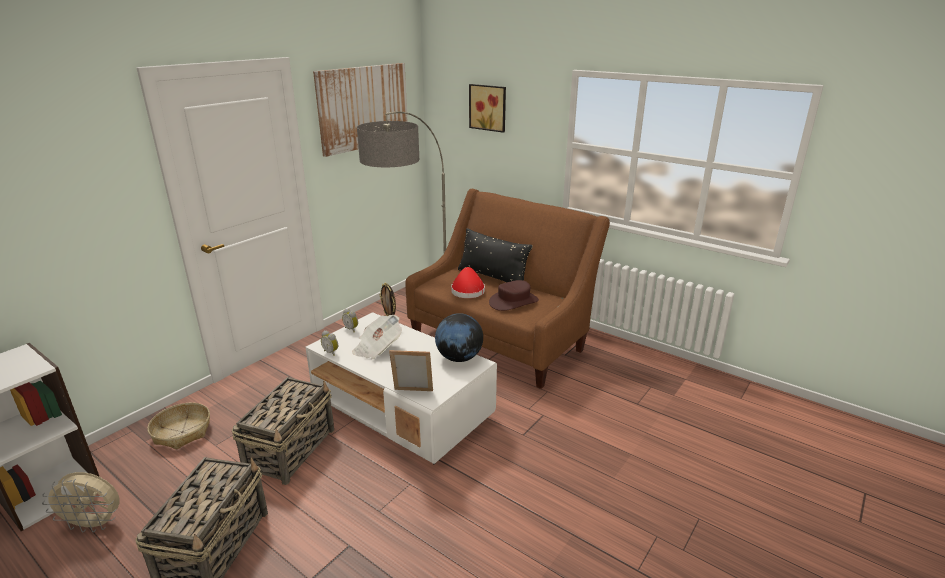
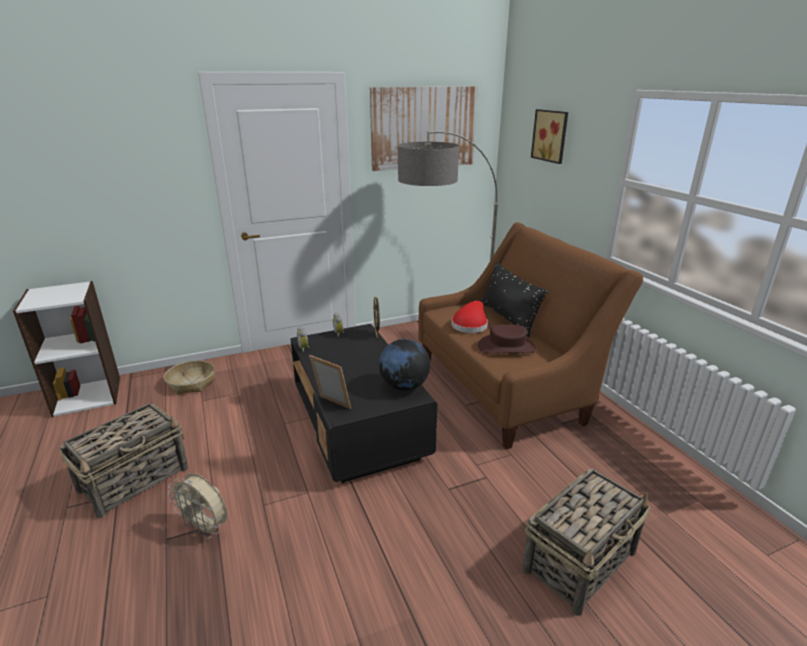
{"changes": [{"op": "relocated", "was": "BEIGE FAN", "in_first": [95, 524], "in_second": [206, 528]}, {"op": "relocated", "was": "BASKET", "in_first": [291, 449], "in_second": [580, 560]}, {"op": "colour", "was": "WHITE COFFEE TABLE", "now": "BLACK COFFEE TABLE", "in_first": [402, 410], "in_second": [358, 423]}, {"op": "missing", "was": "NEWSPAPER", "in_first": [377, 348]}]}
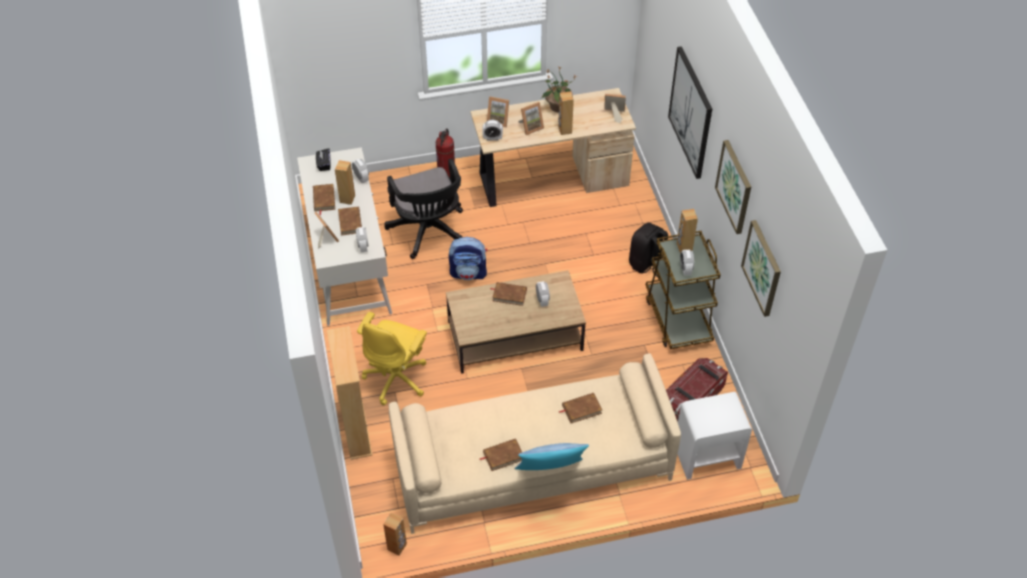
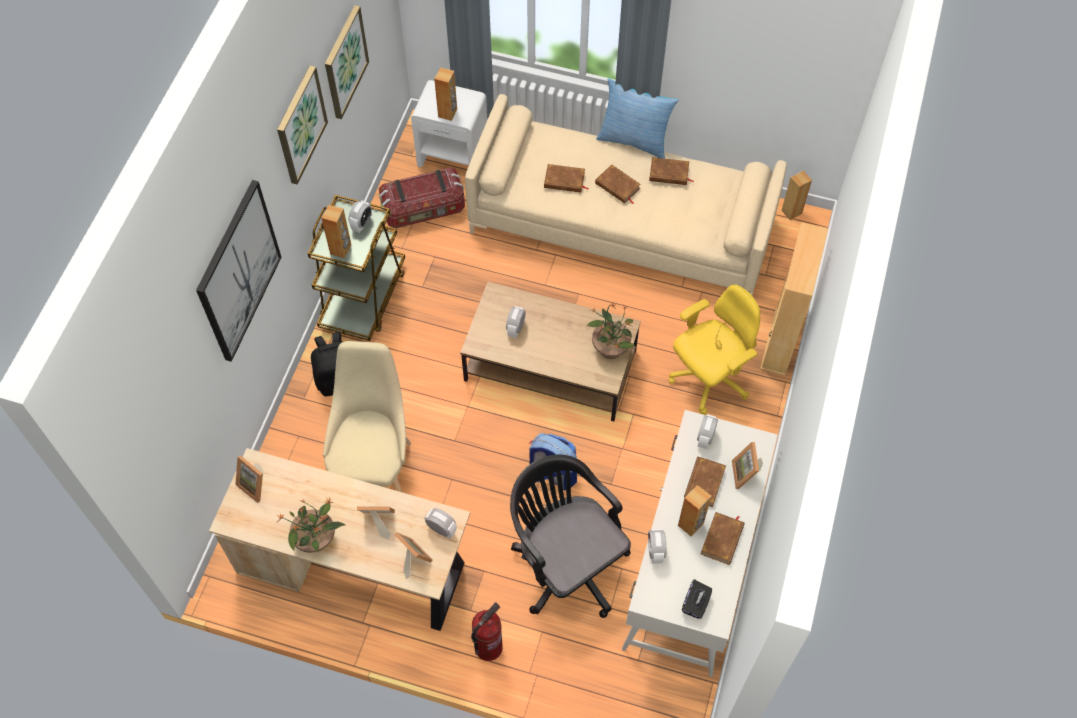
{"changes": [{"op": "spun", "was": "BLACK OFFICE CHAIR", "in_first": [428, 232], "in_second": [566, 562], "clockwise": -45}, {"op": "relocated", "was": "BROWN BOOK", "in_first": [509, 295], "in_second": [617, 186]}, {"op": "relocated", "was": "BROWN SPEAKER", "in_first": [564, 130], "in_second": [448, 113]}, {"op": "appeared", "now": "BEIGE CHAIR", "in_second": [374, 466]}, {"op": "appeared", "now": "POTTED PLANT", "in_second": [610, 348]}]}
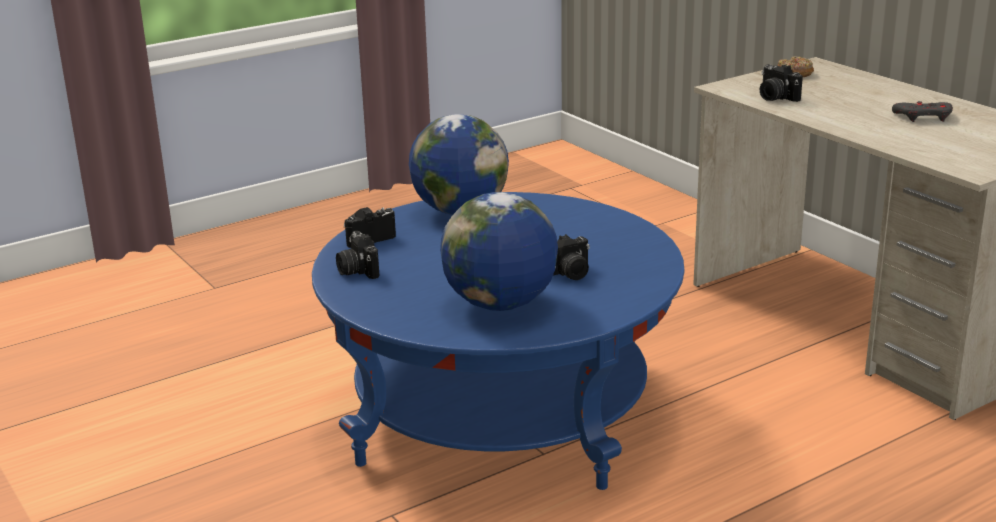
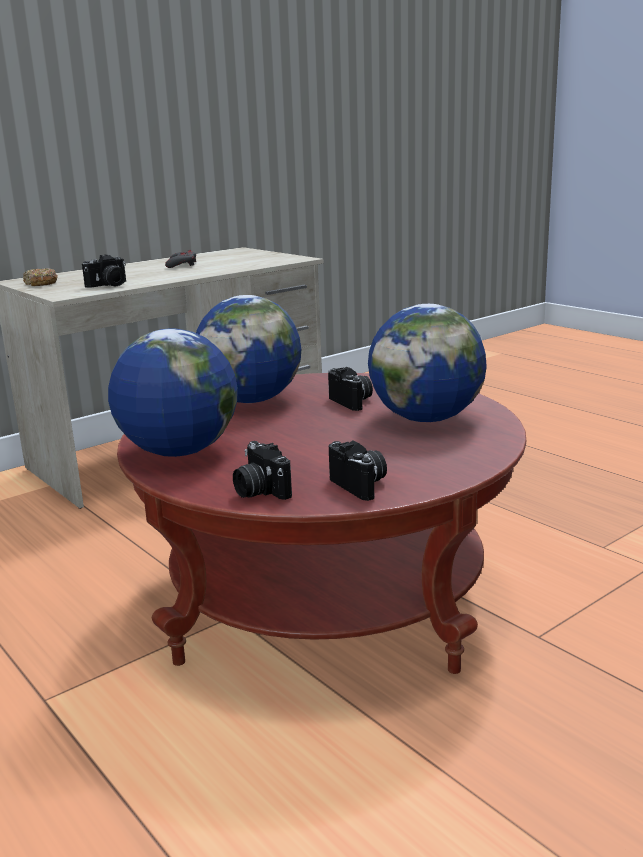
{"changes": [{"op": "colour", "was": "BLUE COFFEE TABLE", "now": "RED COFFEE TABLE", "in_first": [501, 410], "in_second": [328, 593]}, {"op": "spun", "was": "PHOTO CAMERA", "in_first": [357, 270], "in_second": [361, 485], "clockwise": -90}, {"op": "appeared", "now": "GLOBE", "in_second": [251, 400]}]}
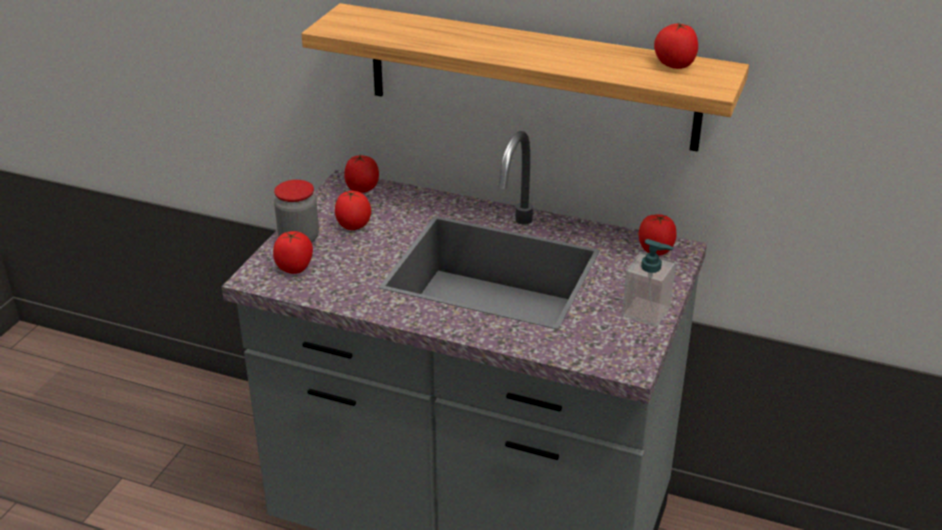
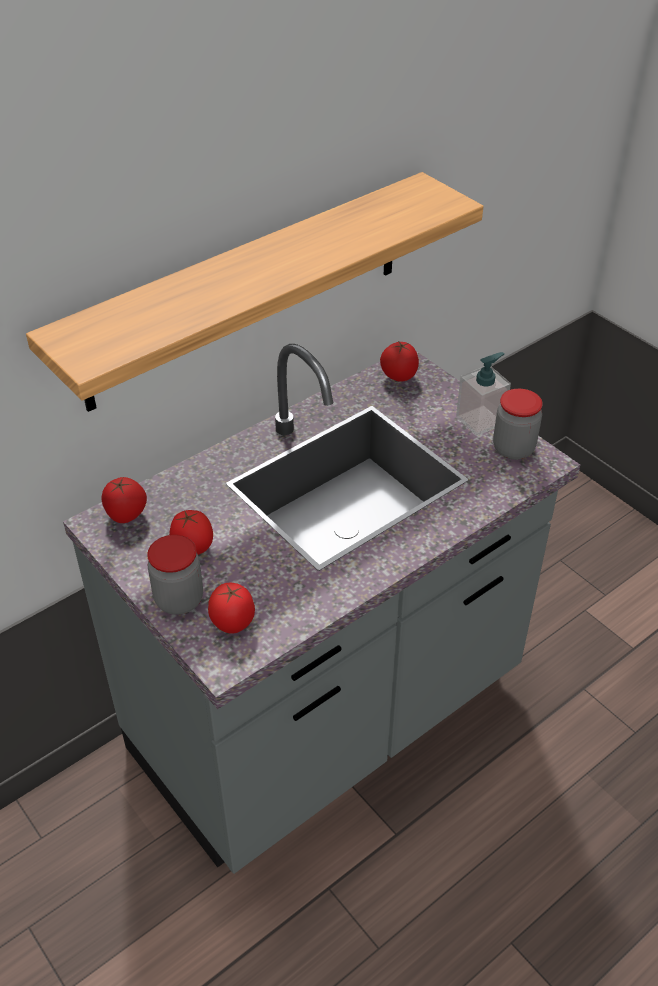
{"changes": [{"op": "missing", "was": "TOMATO", "in_first": [674, 66]}, {"op": "appeared", "now": "JAR", "in_second": [513, 449]}]}
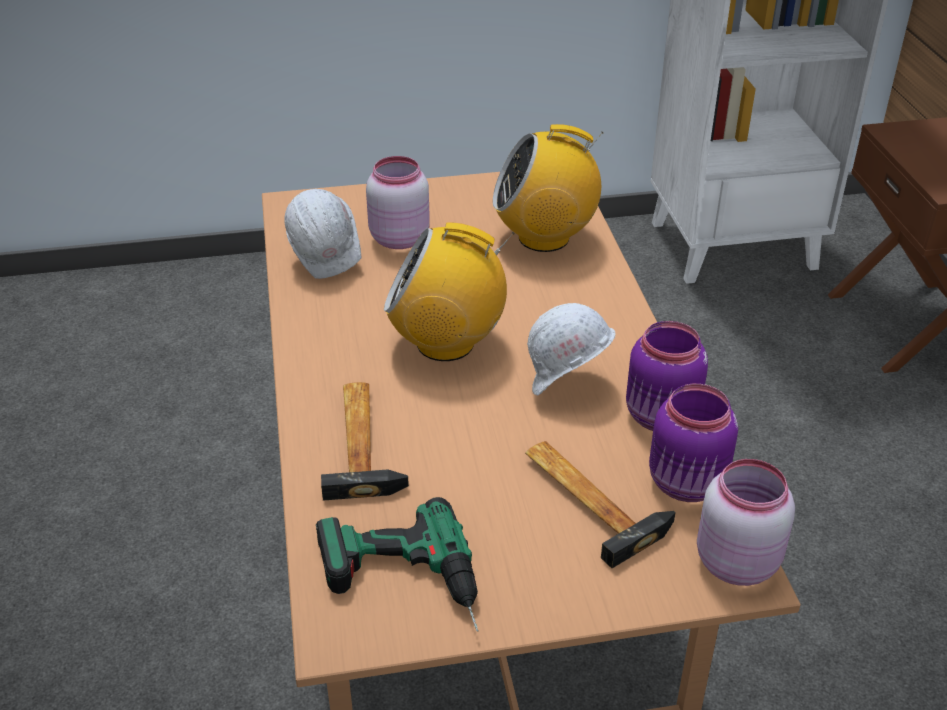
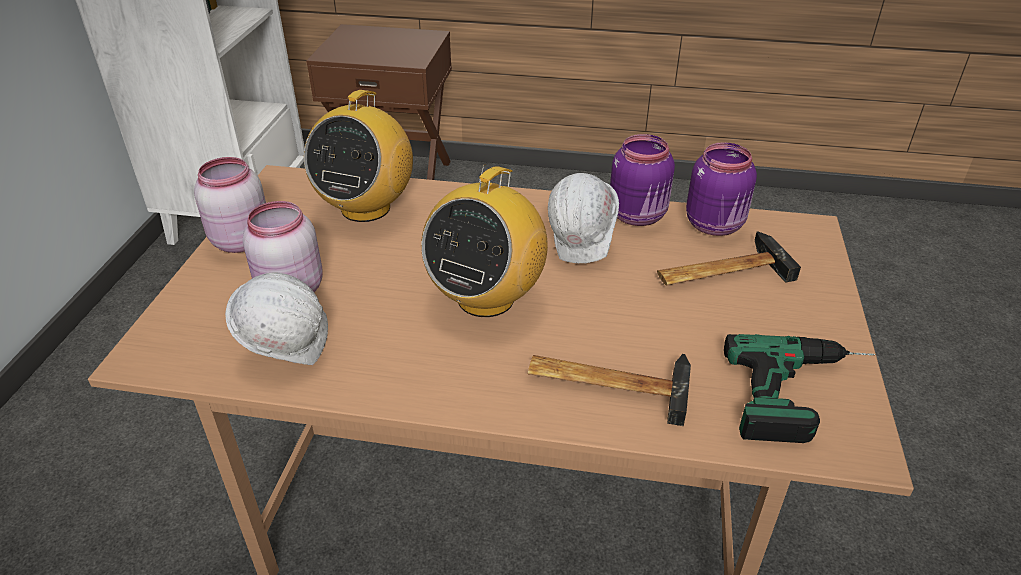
{"changes": [{"op": "relocated", "was": "PINK JAR", "in_first": [735, 560], "in_second": [239, 241]}]}
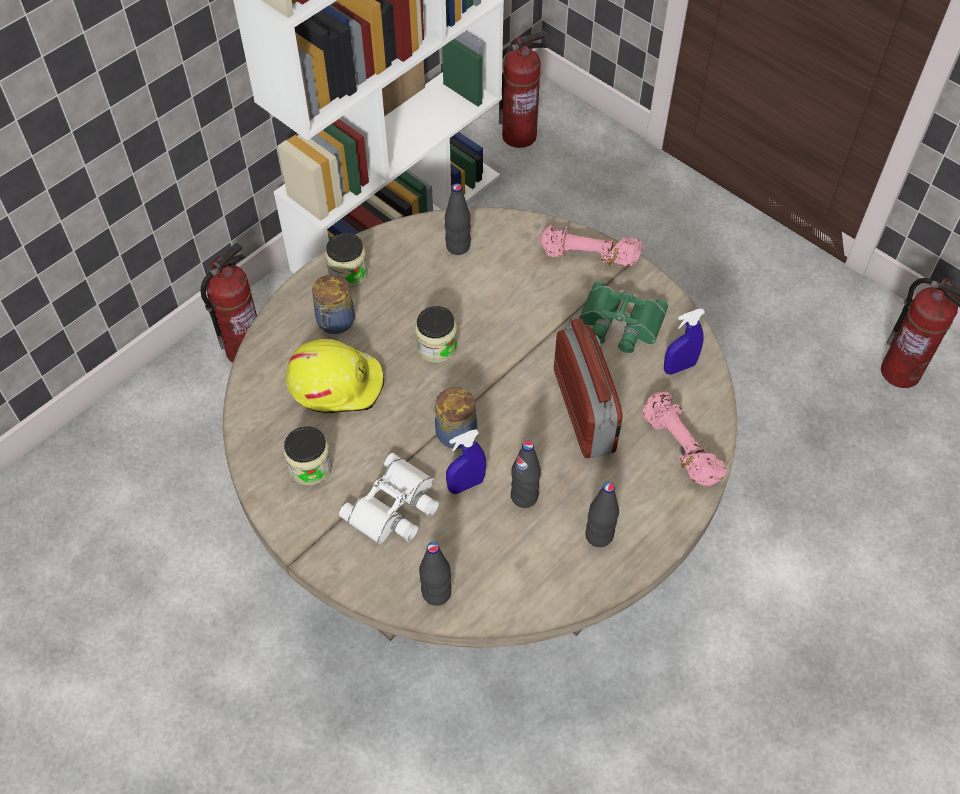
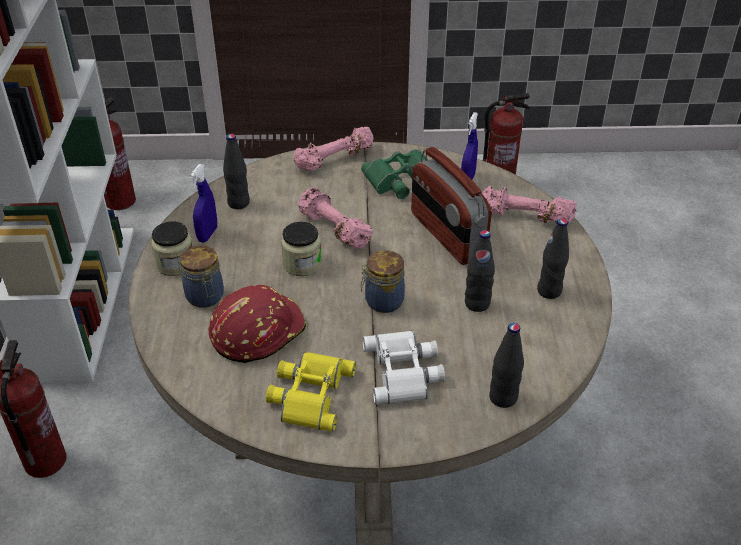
{"changes": [{"op": "exchanged", "was": "JAR", "now": "YELLOW BINOCULARS", "in_first": [310, 467], "in_second": [309, 394]}, {"op": "colour", "was": "YELLOW HARD HAT", "now": "RED HARD HAT", "in_first": [336, 382], "in_second": [256, 331]}, {"op": "relocated", "was": "BLUE SPRAY BOTTLE", "in_first": [466, 485], "in_second": [207, 234]}, {"op": "spun", "was": "RADIO", "in_first": [585, 411], "in_second": [446, 235], "clockwise": -150}, {"op": "appeared", "now": "PINK DUMBBELL", "in_second": [333, 230]}]}
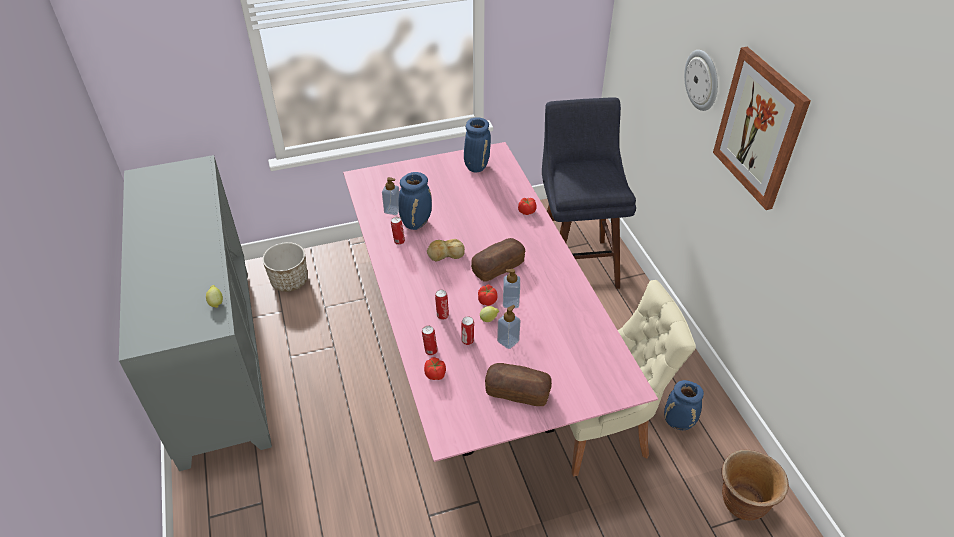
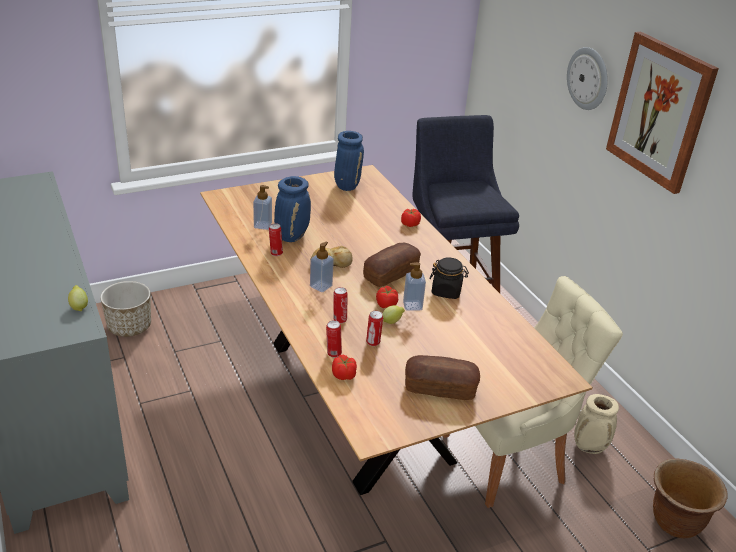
{"changes": [{"op": "colour", "was": "PINK DINING TABLE", "now": "BROWN DINING TABLE", "in_first": [476, 363], "in_second": [358, 400]}, {"op": "relocated", "was": "SOAP DISPENSER", "in_first": [508, 341], "in_second": [321, 286]}, {"op": "colour", "was": "BLUE VASE", "now": "BEIGE VASE", "in_first": [679, 422], "in_second": [590, 447]}, {"op": "appeared", "now": "BLACK JAR", "in_second": [446, 291]}]}
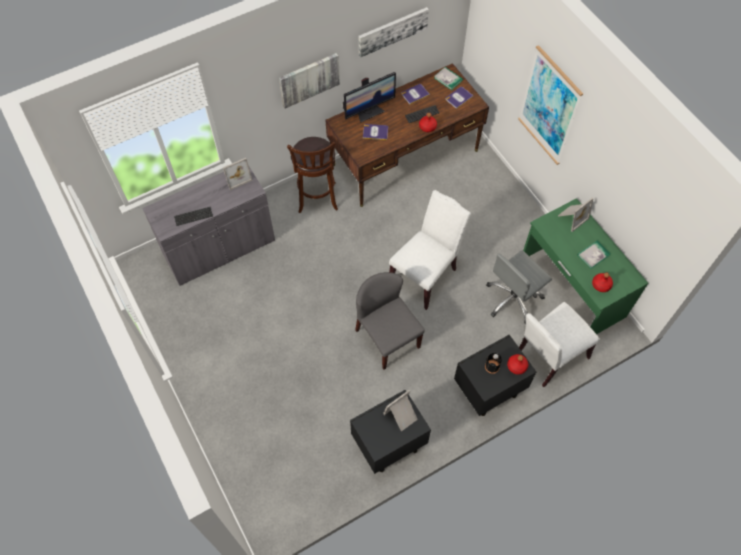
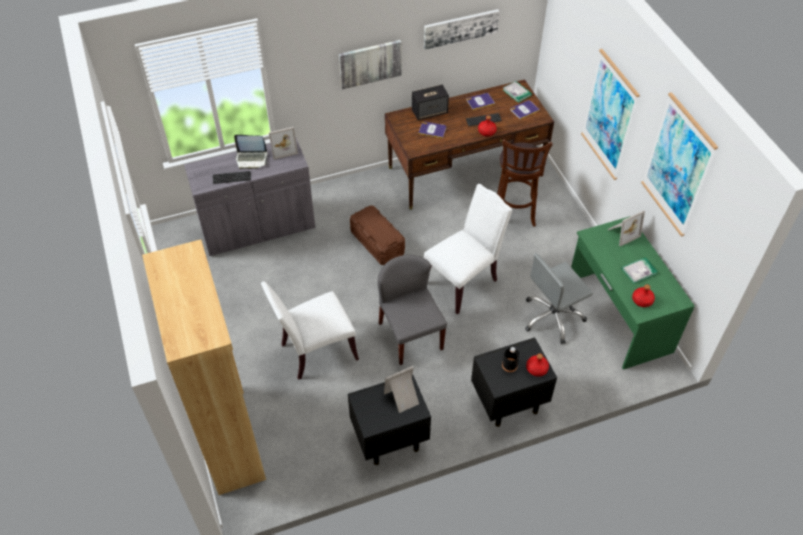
{"changes": [{"op": "relocated", "was": "BROWN STOOL", "in_first": [317, 199], "in_second": [514, 214]}, {"op": "exchanged", "was": "MONITOR", "now": "SPEAKER", "in_first": [369, 112], "in_second": [430, 111]}, {"op": "relocated", "was": "WHITE CHAIR", "in_first": [548, 356], "in_second": [315, 351]}, {"op": "appeared", "now": "BROWN BOOKCASE", "in_second": [230, 437]}, {"op": "appeared", "now": "LAPTOP", "in_second": [251, 159]}, {"op": "appeared", "now": "BROWN STORAGE BOX", "in_second": [377, 242]}, {"op": "appeared", "now": "PICTURE", "in_second": [677, 166]}]}
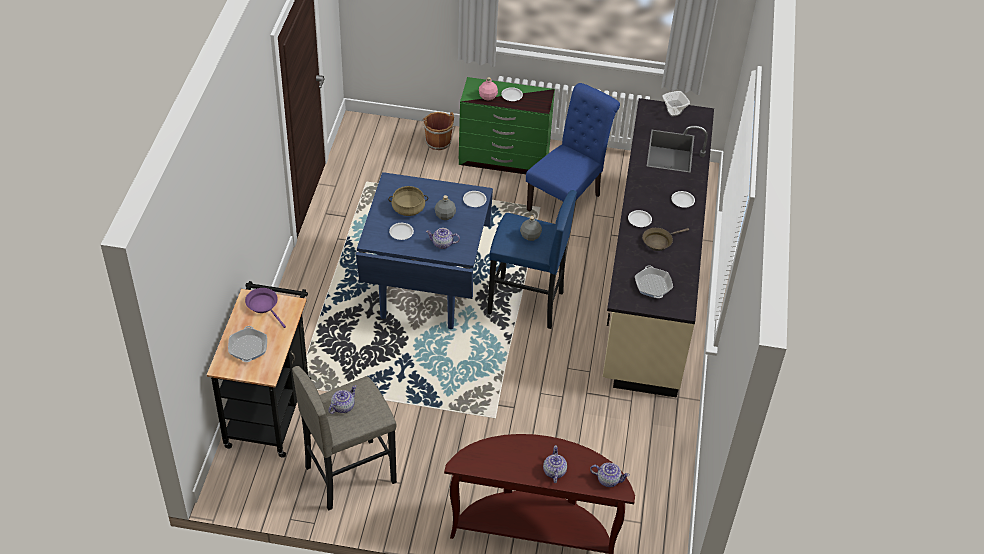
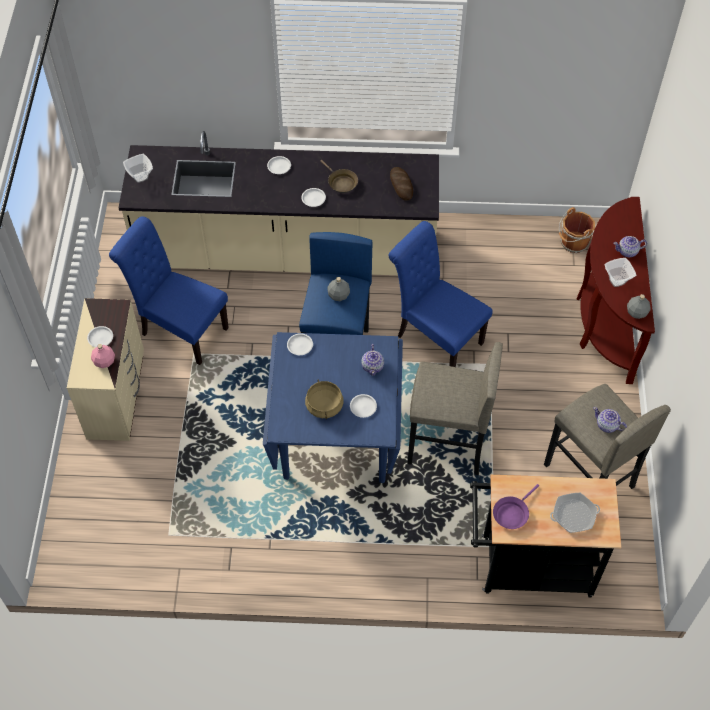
{"changes": [{"op": "relocated", "was": "BROWN BUCKET", "in_first": [437, 141], "in_second": [573, 243]}, {"op": "relocated", "was": "GREY BOTTLE", "in_first": [445, 215], "in_second": [636, 312]}, {"op": "colour", "was": "GREEN DRESSER", "now": "BEIGE DRESSER", "in_first": [504, 160], "in_second": [117, 395]}, {"op": "missing", "was": "TEAPOT", "in_first": [608, 479]}, {"op": "exchanged", "was": "FRYING PAN", "now": "BREAD", "in_first": [653, 285], "in_second": [401, 185]}, {"op": "appeared", "now": "BLUE CHAIR", "in_second": [435, 337]}, {"op": "appeared", "now": "GREY STOOL", "in_second": [447, 445]}, {"op": "appeared", "now": "BOWL", "in_second": [617, 280]}]}
